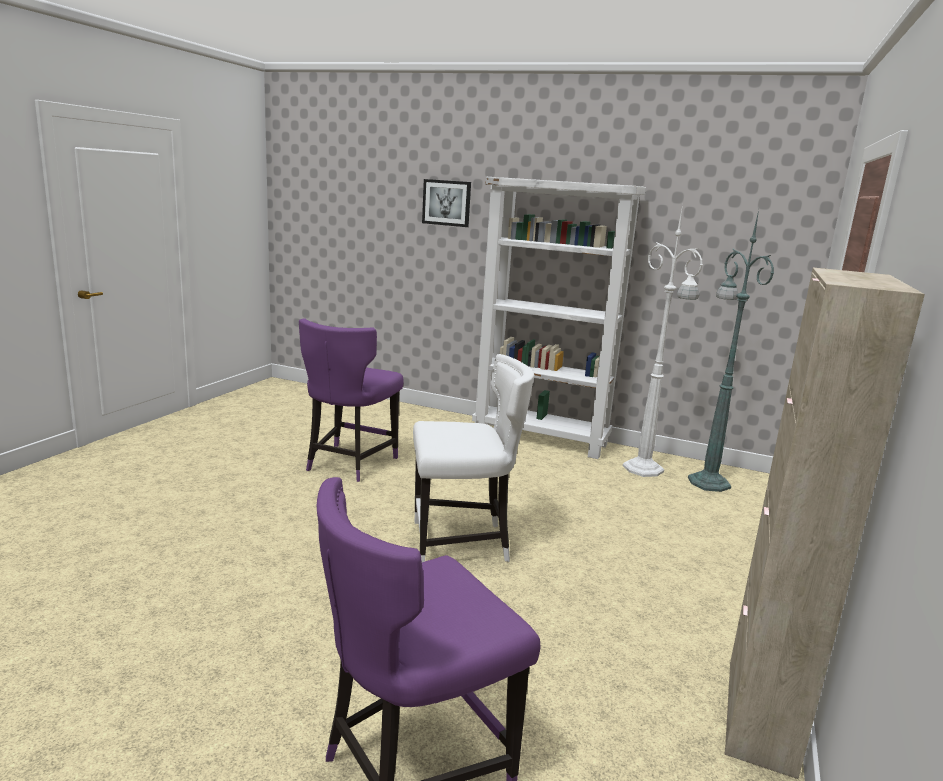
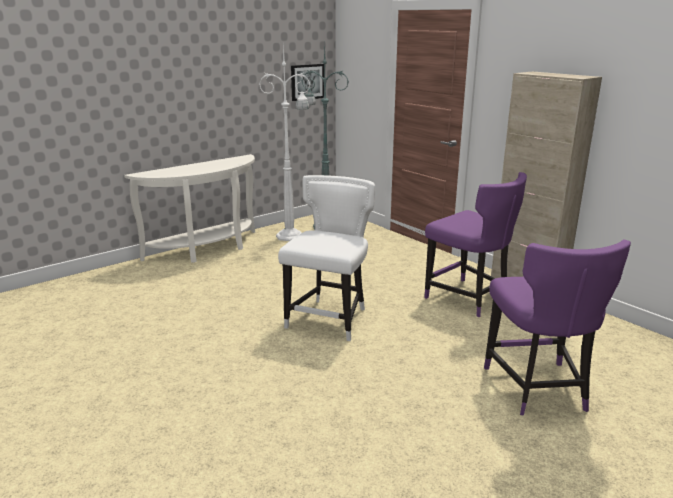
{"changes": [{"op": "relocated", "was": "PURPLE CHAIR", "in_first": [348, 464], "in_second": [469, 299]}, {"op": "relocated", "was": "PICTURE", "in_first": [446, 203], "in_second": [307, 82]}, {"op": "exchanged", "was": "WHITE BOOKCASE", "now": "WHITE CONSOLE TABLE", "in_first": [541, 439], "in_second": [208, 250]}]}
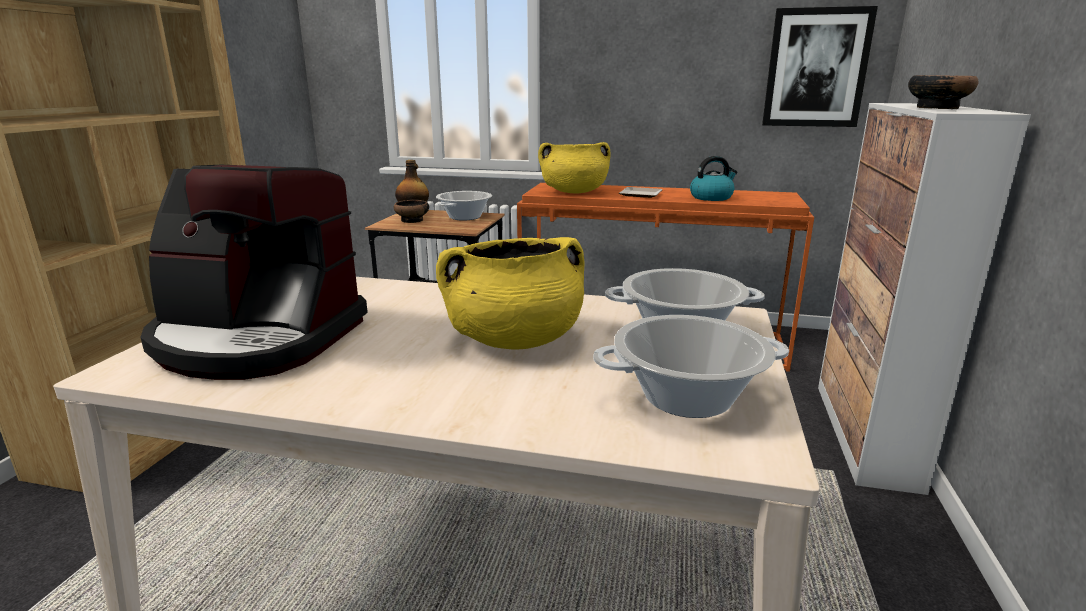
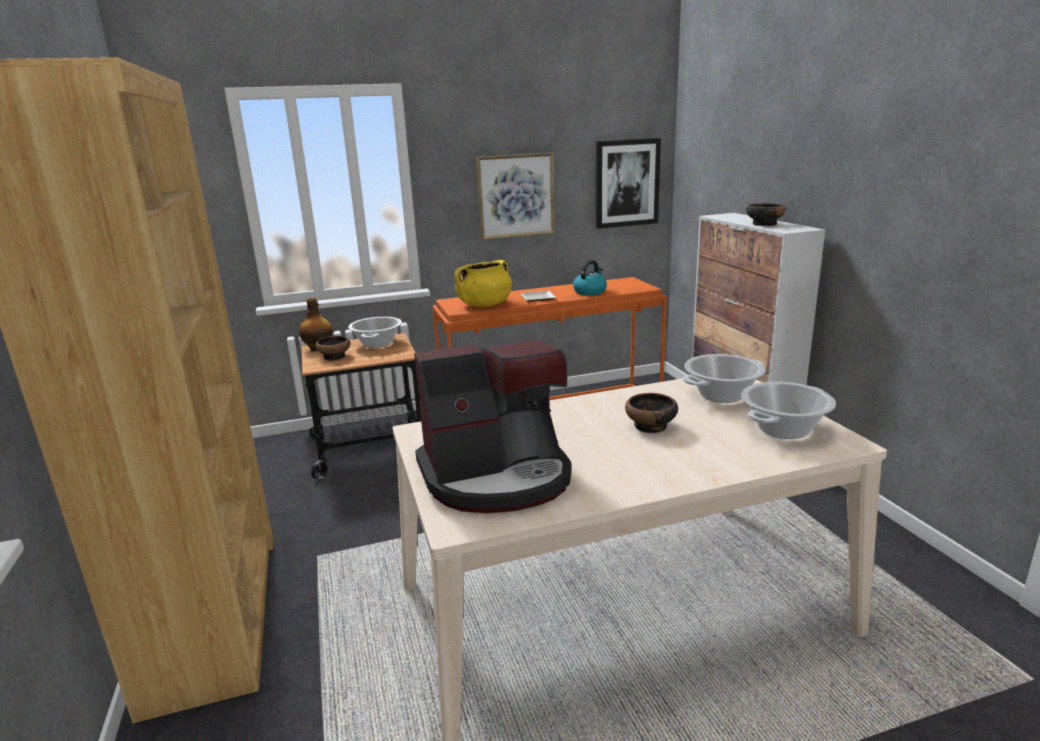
{"changes": [{"op": "exchanged", "was": "YELLOW COOKING POT", "now": "BOWL", "in_first": [515, 340], "in_second": [651, 426]}, {"op": "appeared", "now": "PICTURE", "in_second": [515, 196]}]}
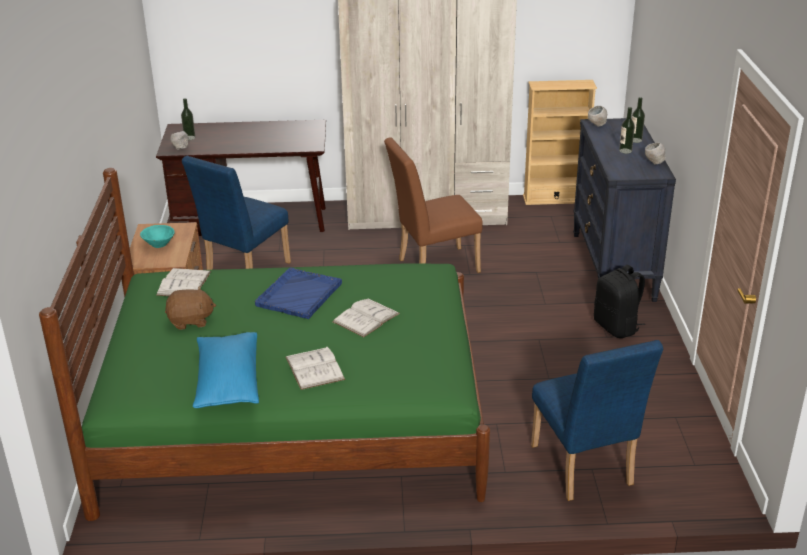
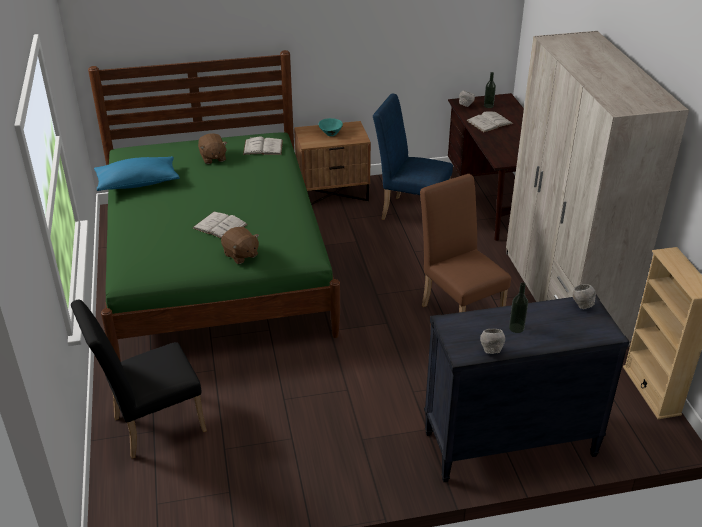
{"changes": [{"op": "missing", "was": "BLUE TRAY", "in_first": [298, 295]}, {"op": "relocated", "was": "WHITE BOOK", "in_first": [314, 368], "in_second": [489, 122]}, {"op": "colour", "was": "BLUE CHAIR", "now": "BLACK CHAIR", "in_first": [584, 470], "in_second": [151, 426]}, {"op": "missing", "was": "BLACK BACKPACK", "in_first": [617, 327]}, {"op": "missing", "was": "BOTTLE", "in_first": [635, 140]}, {"op": "appeared", "now": "BROWN PLUSH TOY", "in_second": [241, 255]}]}
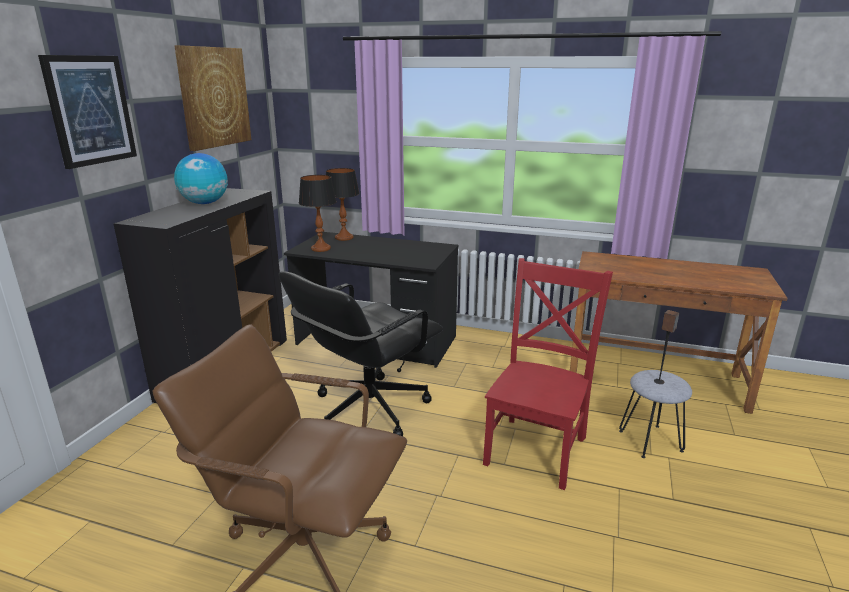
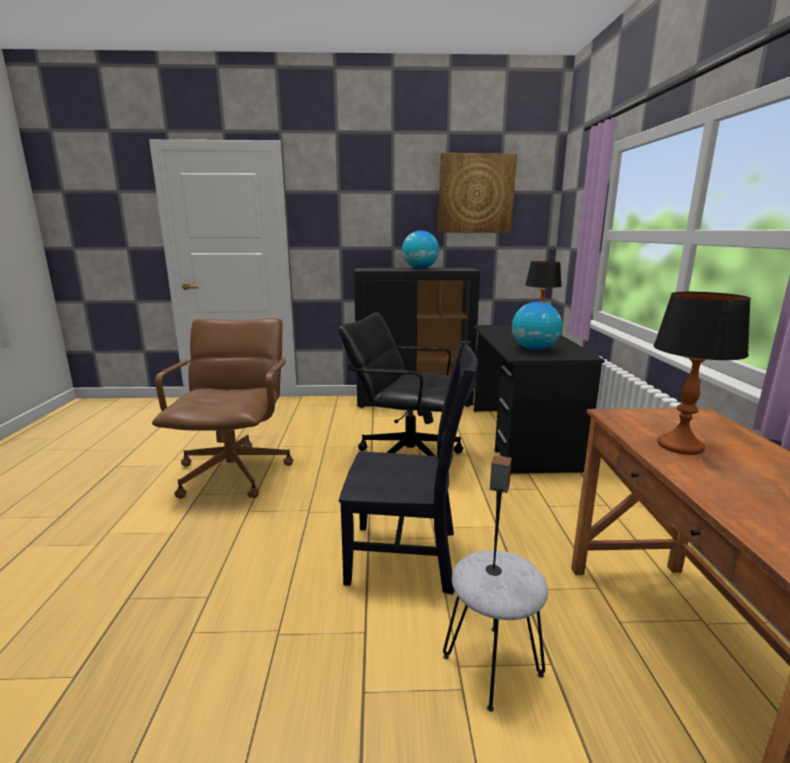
{"changes": [{"op": "missing", "was": "PICTURE", "in_first": [90, 110]}, {"op": "relocated", "was": "TABLE LAMP", "in_first": [321, 248], "in_second": [680, 446]}, {"op": "colour", "was": "RED CHAIR", "now": "BLACK CHAIR", "in_first": [537, 448], "in_second": [408, 557]}, {"op": "appeared", "now": "GLOBE", "in_second": [534, 349]}]}
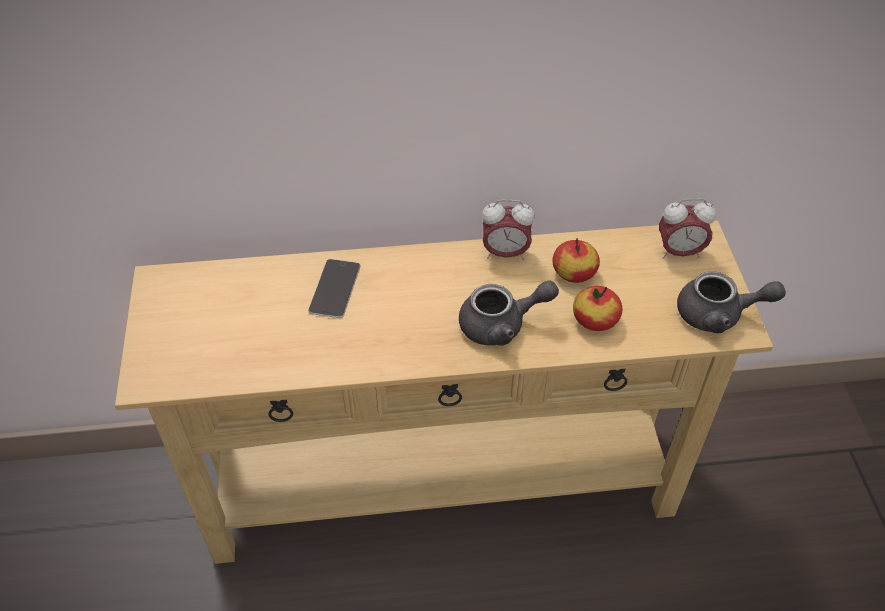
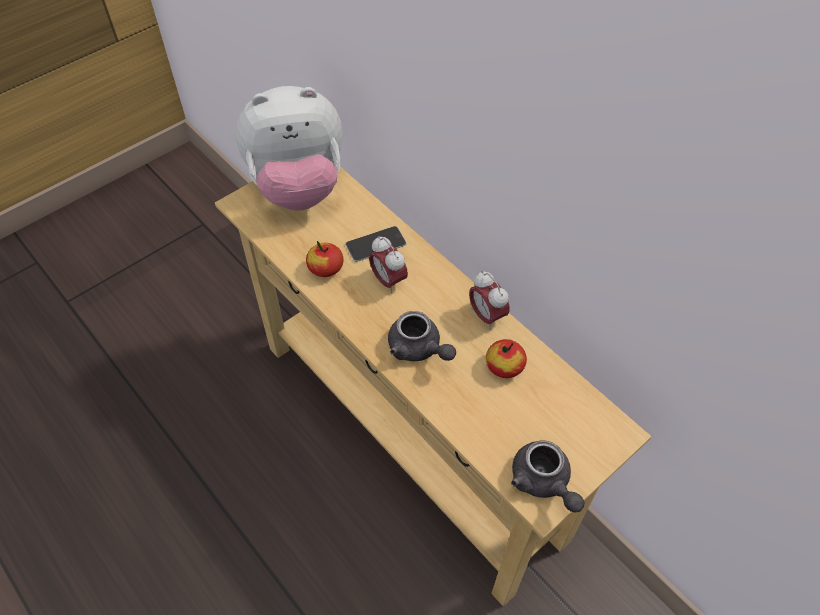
{"changes": [{"op": "relocated", "was": "APPLE", "in_first": [595, 320], "in_second": [325, 268]}, {"op": "relocated", "was": "ALARM CLOCK", "in_first": [679, 252], "in_second": [388, 281]}, {"op": "appeared", "now": "PLUSH TOY", "in_second": [298, 188]}]}
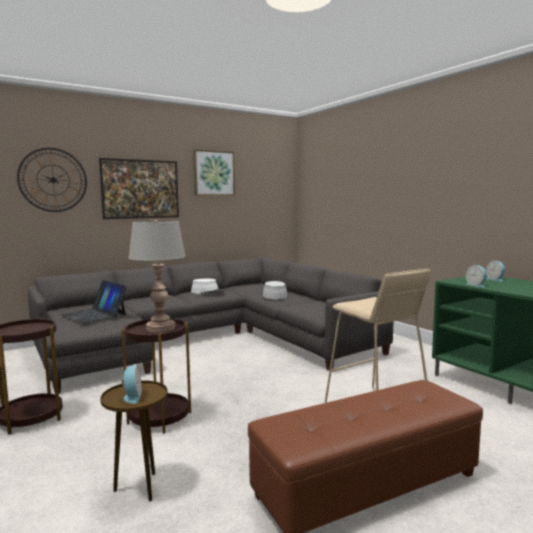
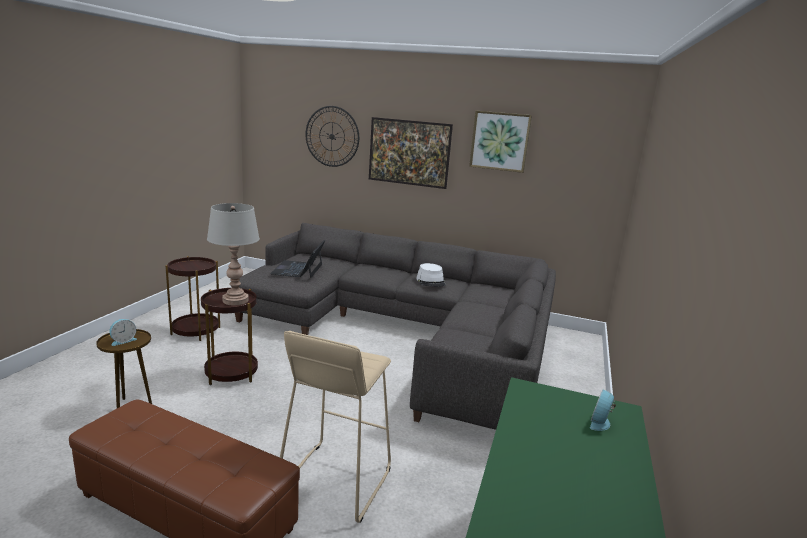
{"changes": [{"op": "missing", "was": "GREY HAT", "in_first": [274, 295]}, {"op": "missing", "was": "ALARM CLOCK", "in_first": [476, 285]}]}
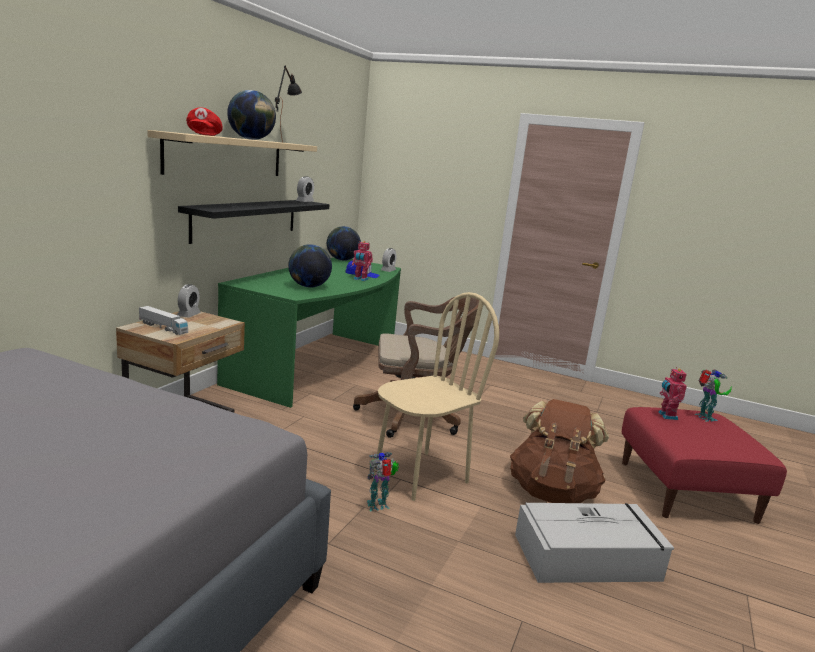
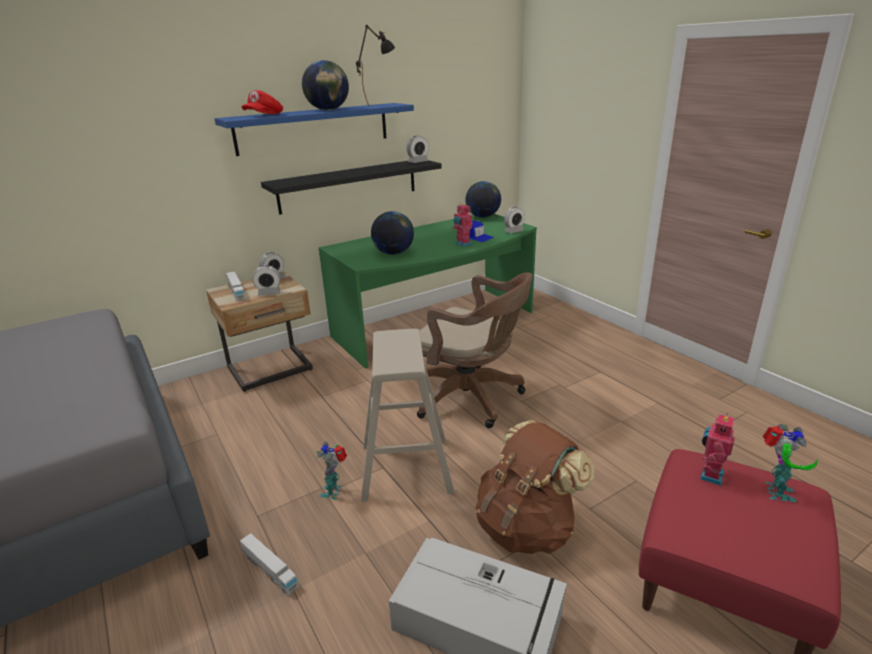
{"changes": [{"op": "colour", "was": "BEIGE SHELF", "now": "BLUE SHELF", "in_first": [226, 156], "in_second": [313, 128]}, {"op": "spun", "was": "TOY ROBOT", "in_first": [379, 506], "in_second": [334, 491], "clockwise": -90}, {"op": "exchanged", "was": "BEIGE CHAIR", "now": "BEIGE STOOL", "in_first": [420, 475], "in_second": [406, 468]}, {"op": "appeared", "now": "TOY TRUCK", "in_second": [270, 570]}, {"op": "appeared", "now": "ALARM CLOCK", "in_second": [269, 293]}]}
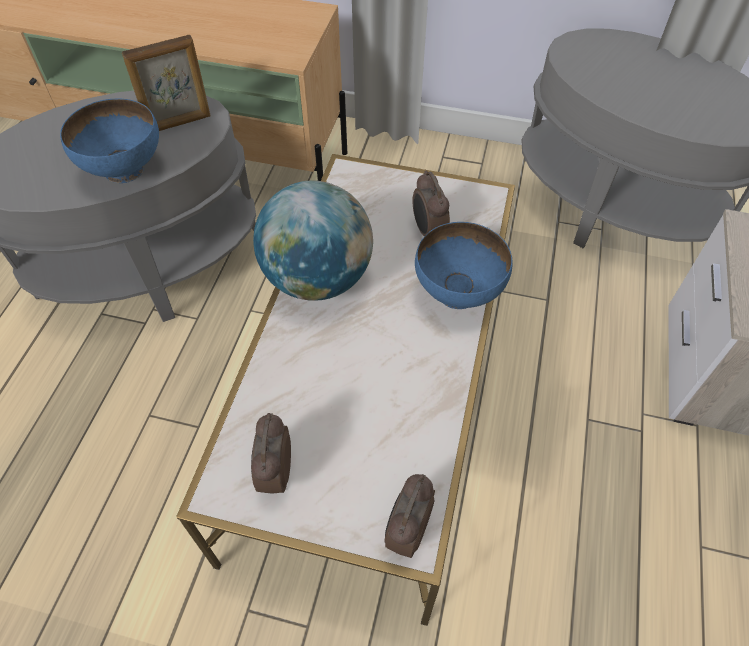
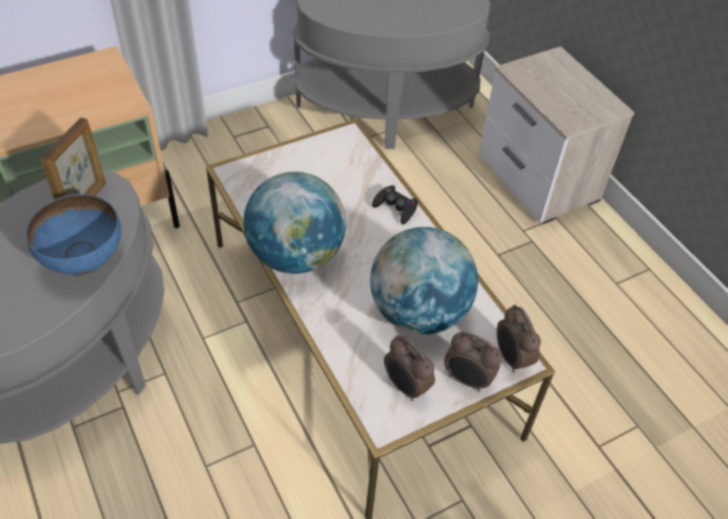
{"changes": [{"op": "relocated", "was": "ALARM CLOCK", "in_first": [428, 231], "in_second": [467, 380]}, {"op": "exchanged", "was": "BLUE BOWL", "now": "BLACK GAME CONTROLLER", "in_first": [459, 293], "in_second": [395, 207]}, {"op": "appeared", "now": "GLOBE", "in_second": [418, 312]}]}
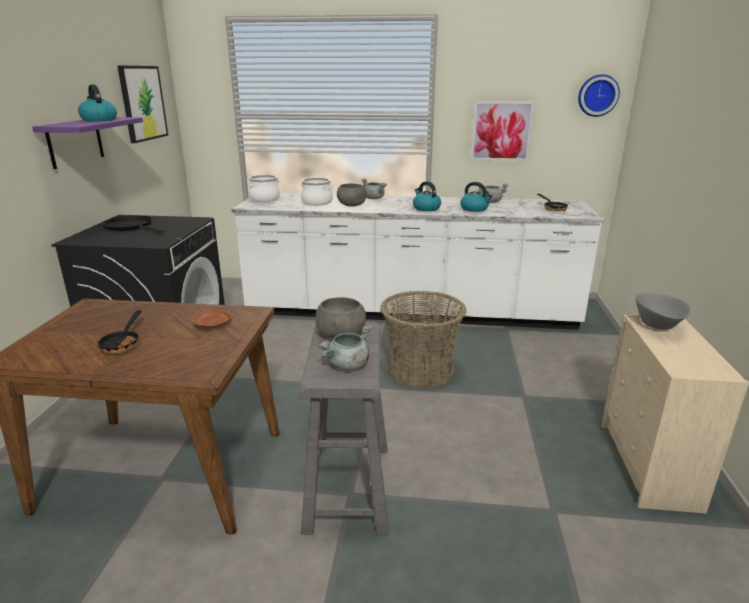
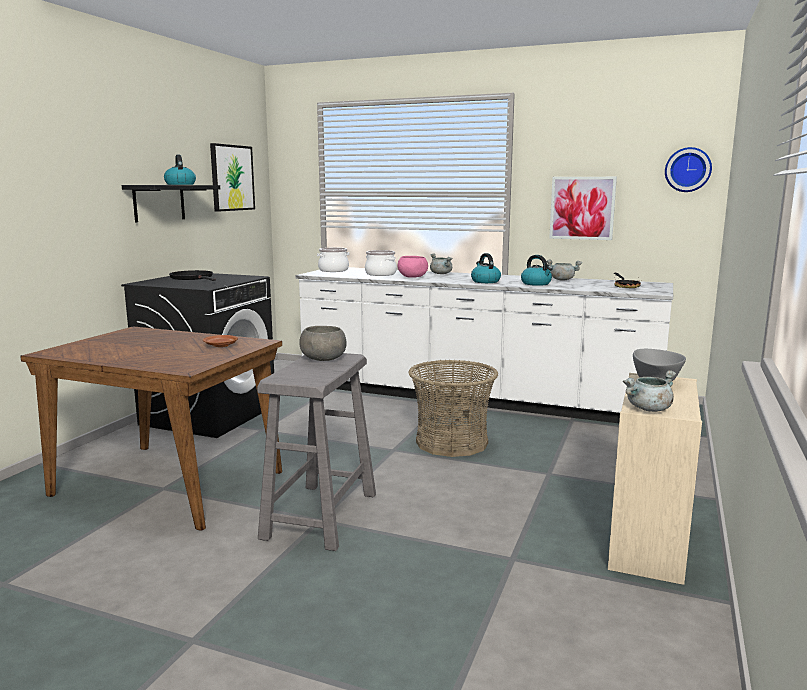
{"changes": [{"op": "colour", "was": "PURPLE SHELF", "now": "BLACK SHELF", "in_first": [75, 142], "in_second": [159, 203]}, {"op": "missing", "was": "FRYING PAN", "in_first": [123, 343]}, {"op": "relocated", "was": "GREY COOKING POT", "in_first": [348, 365], "in_second": [648, 409]}, {"op": "colour", "was": "GREY BOWL", "now": "PINK BOWL", "in_first": [352, 205], "in_second": [412, 277]}]}
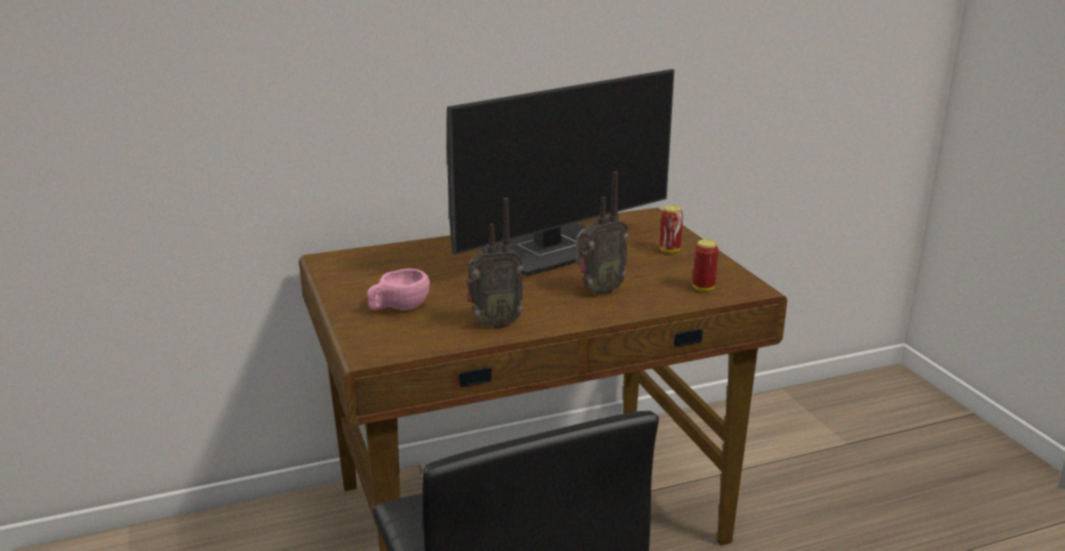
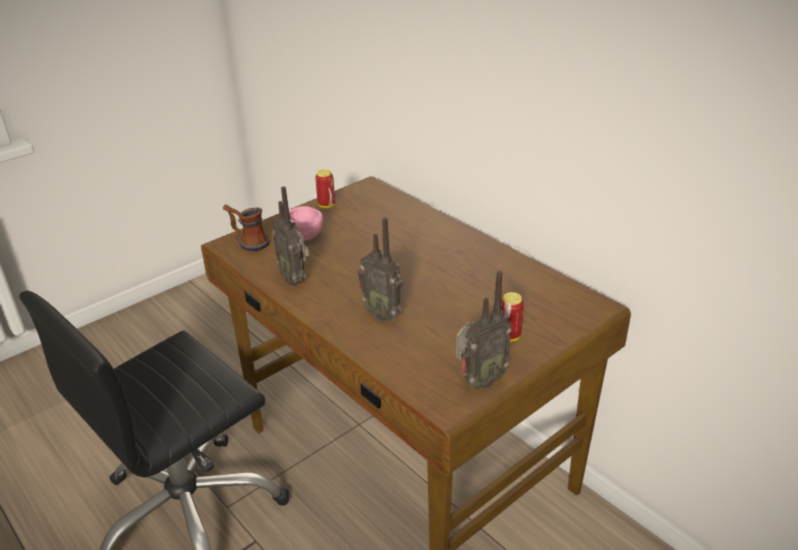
{"changes": [{"op": "missing", "was": "MONITOR", "in_first": [555, 250]}, {"op": "relocated", "was": "CAN", "in_first": [703, 288], "in_second": [326, 205]}, {"op": "appeared", "now": "MUG", "in_second": [248, 242]}, {"op": "appeared", "now": "RADIO", "in_second": [479, 382]}]}
